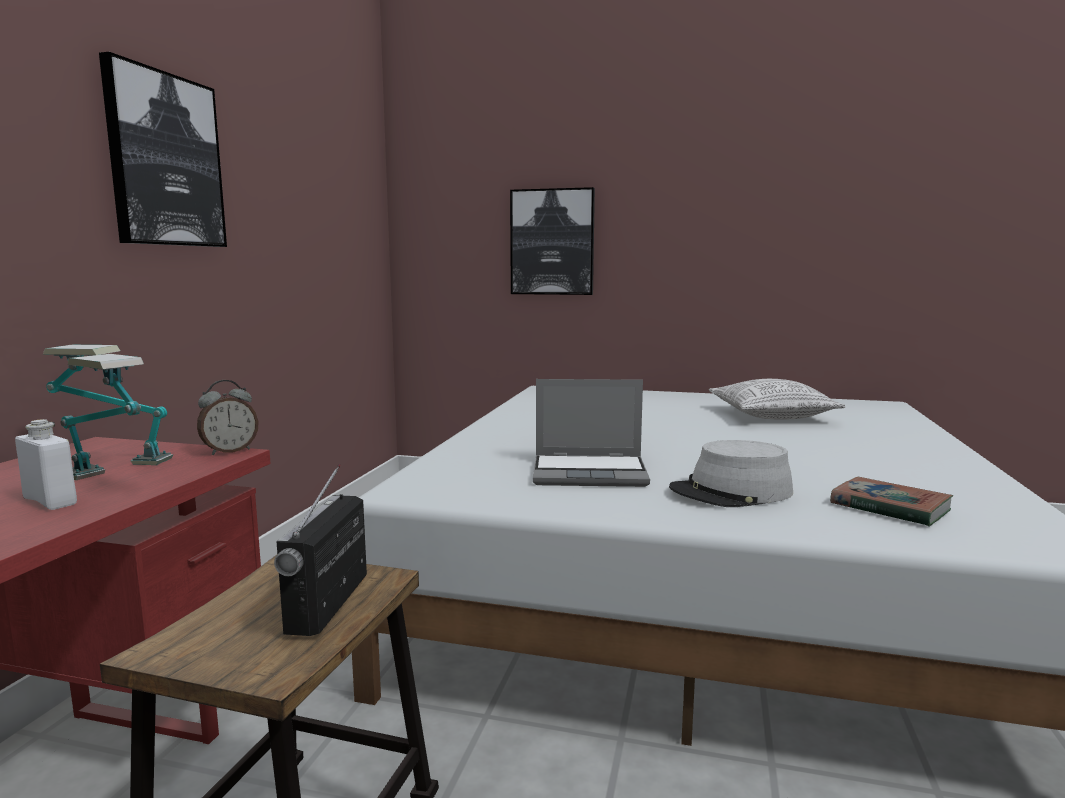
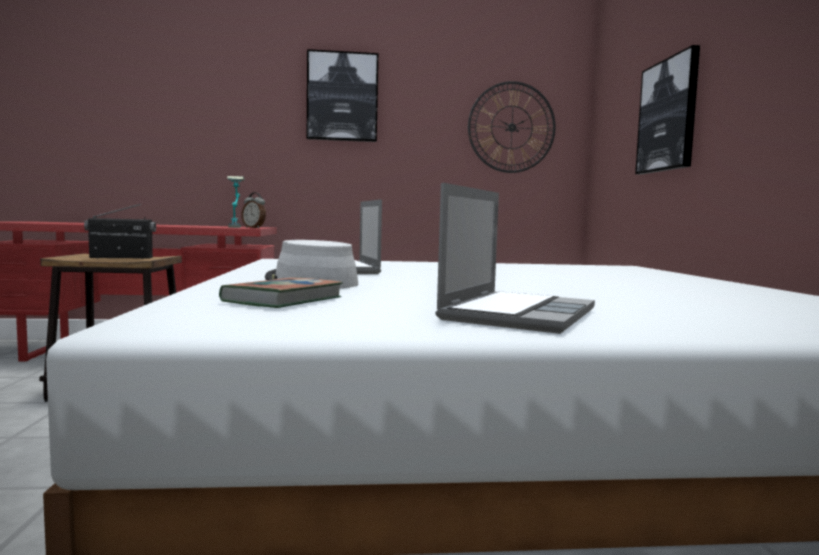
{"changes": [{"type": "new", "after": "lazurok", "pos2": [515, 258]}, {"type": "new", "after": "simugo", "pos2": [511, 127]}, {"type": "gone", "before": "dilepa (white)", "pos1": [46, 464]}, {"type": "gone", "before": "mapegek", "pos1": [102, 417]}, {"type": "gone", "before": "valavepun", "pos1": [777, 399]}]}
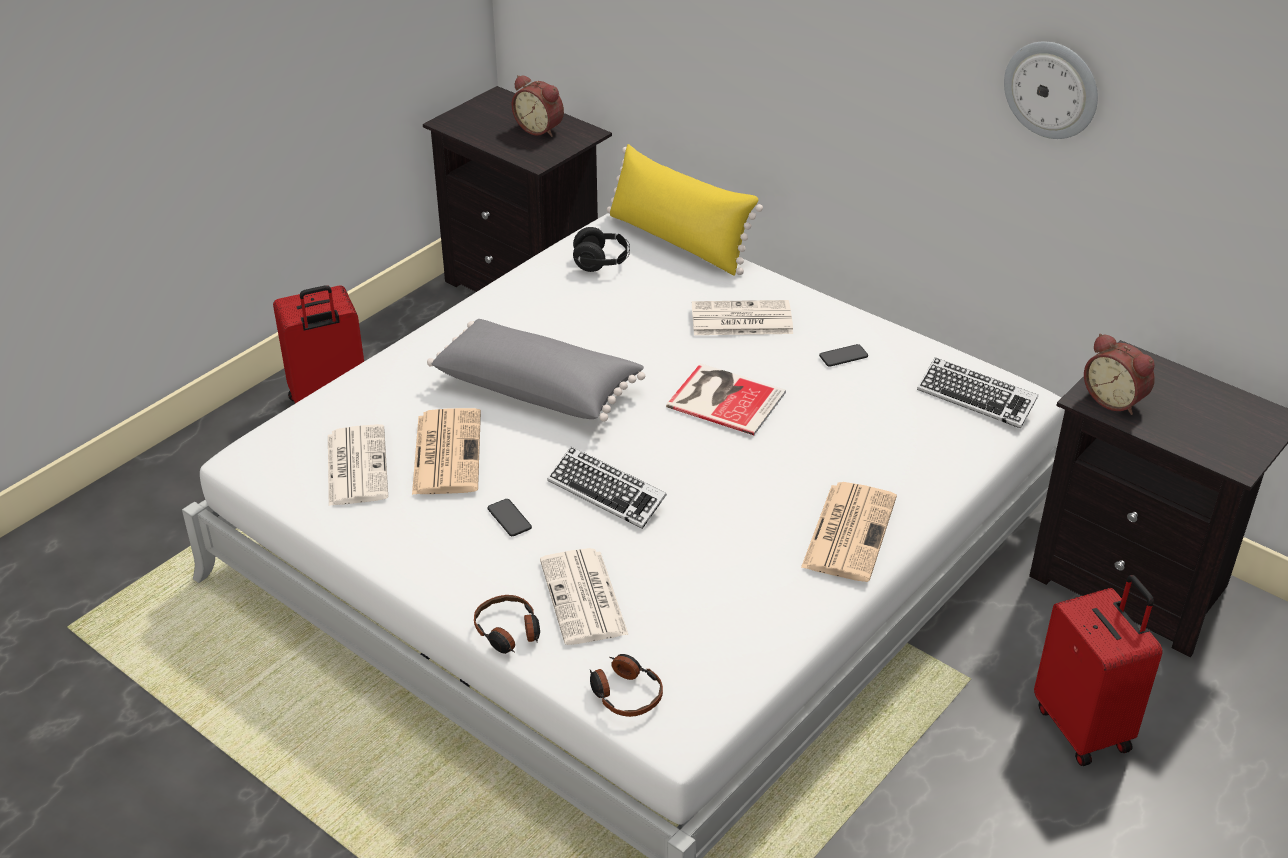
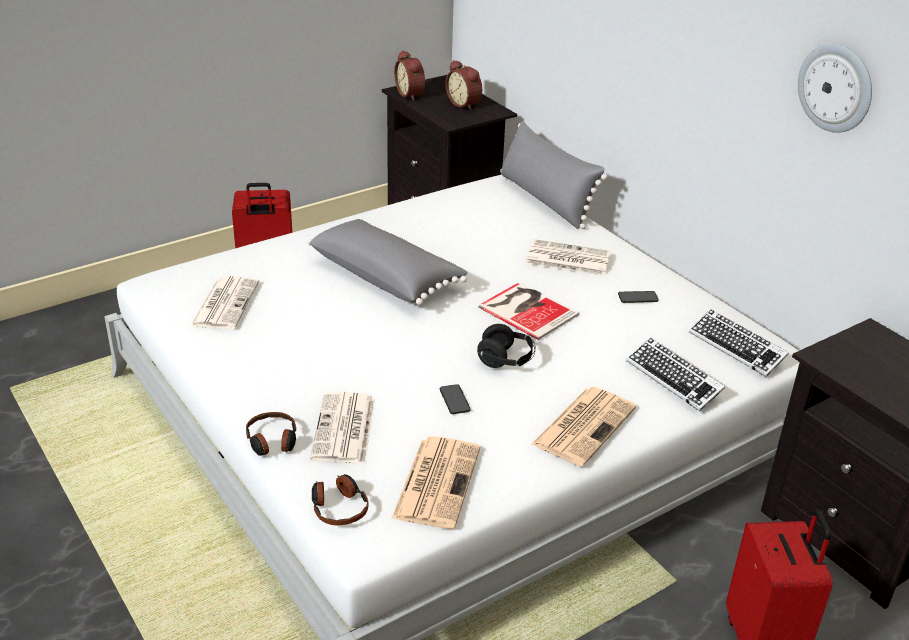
{"changes": [{"type": "shifted", "before": "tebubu", "pos1": [446, 451], "pos2": [435, 482]}, {"type": "shifted", "before": "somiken", "pos1": [1119, 374], "pos2": [409, 75]}, {"type": "shifted", "before": "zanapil", "pos1": [509, 517], "pos2": [455, 399]}, {"type": "shifted", "before": "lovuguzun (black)", "pos1": [601, 249], "pos2": [506, 346]}, {"type": "repainted", "before": "valavepun (yellow)", "after": "valavepun (grey)", "pos1": [685, 210], "pos2": [553, 175]}, {"type": "shifted", "before": "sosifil", "pos1": [607, 487], "pos2": [675, 374]}]}
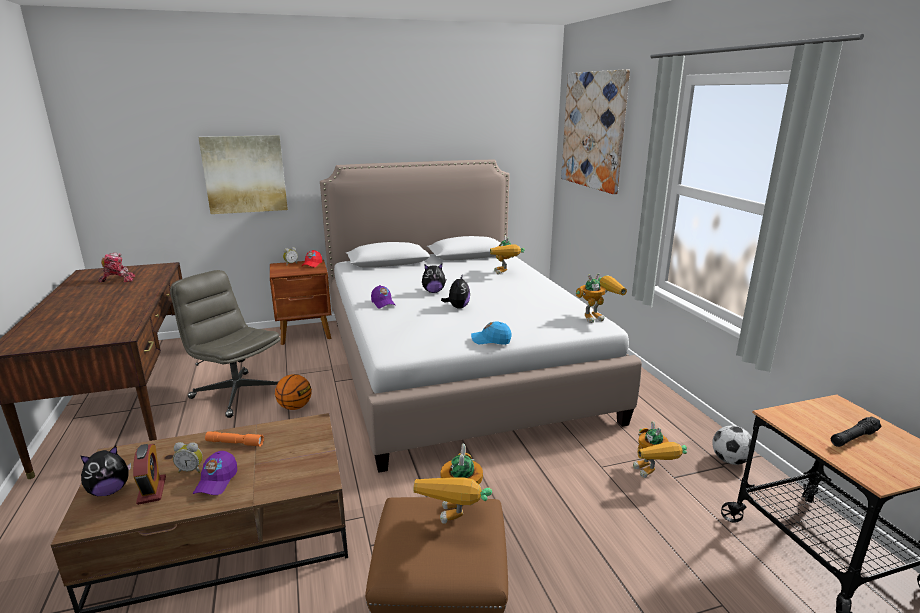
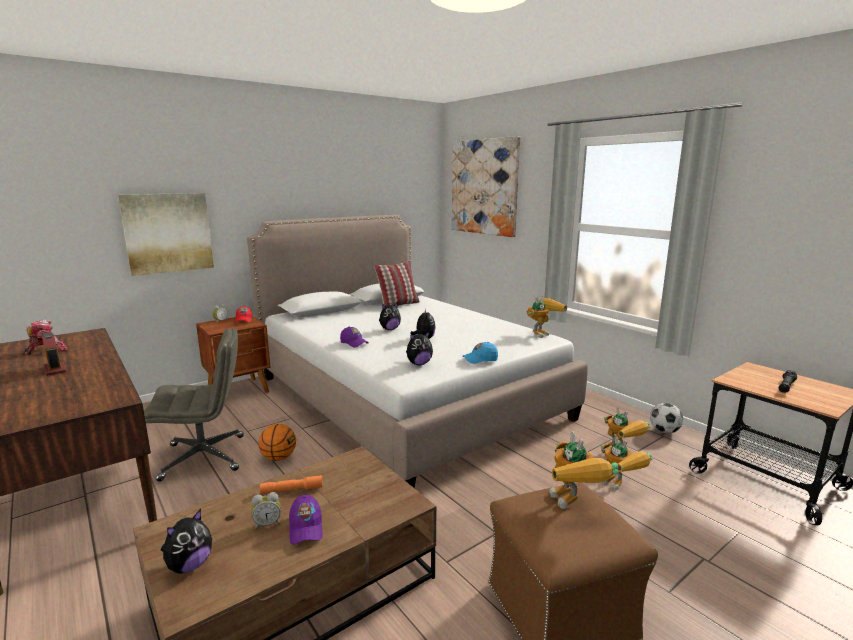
{"changes": [{"type": "shifted", "before": "somiken", "pos1": [149, 474], "pos2": [54, 354]}, {"type": "rotated", "before": "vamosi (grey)", "pos1": [225, 344], "pos2": [194, 405], "turn": 150}, {"type": "new", "after": "valavepun", "pos2": [397, 283]}, {"type": "new", "after": "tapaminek", "pos2": [419, 348]}, {"type": "shifted", "before": "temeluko", "pos1": [507, 255], "pos2": [626, 463]}]}
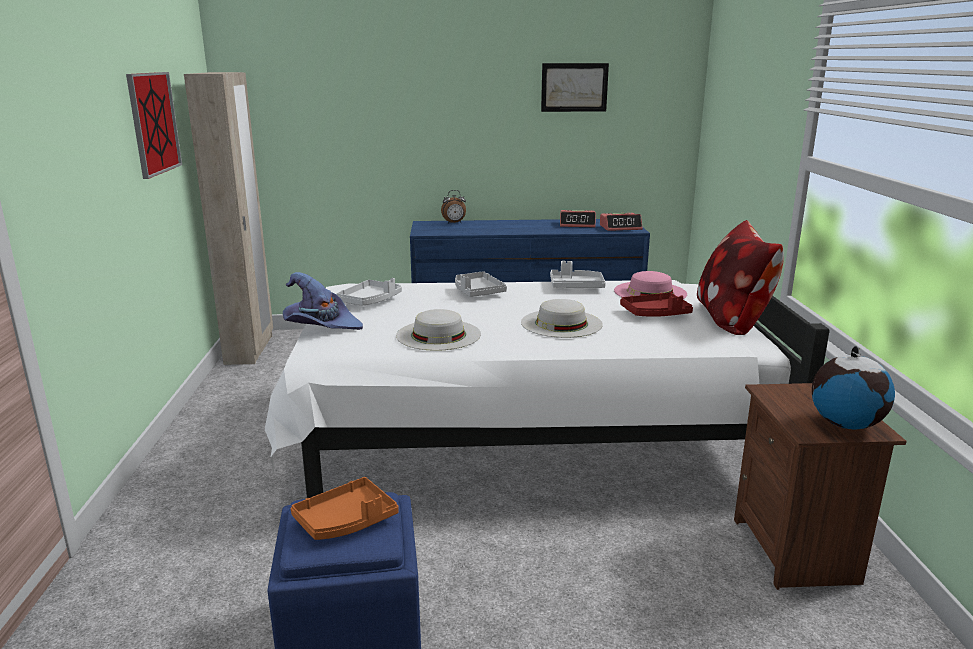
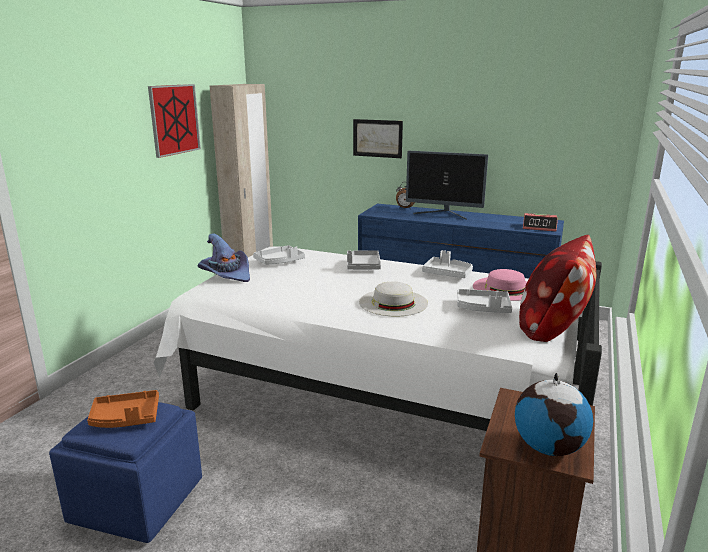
{"changes": [{"type": "shifted", "before": "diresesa", "pos1": [575, 87], "pos2": [378, 138]}, {"type": "new", "after": "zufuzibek", "pos2": [447, 185]}, {"type": "repainted", "before": "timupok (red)", "after": "timupok (white)", "pos1": [656, 305], "pos2": [484, 301]}, {"type": "gone", "before": "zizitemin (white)", "pos1": [438, 330]}, {"type": "gone", "before": "somiken", "pos1": [578, 218]}]}
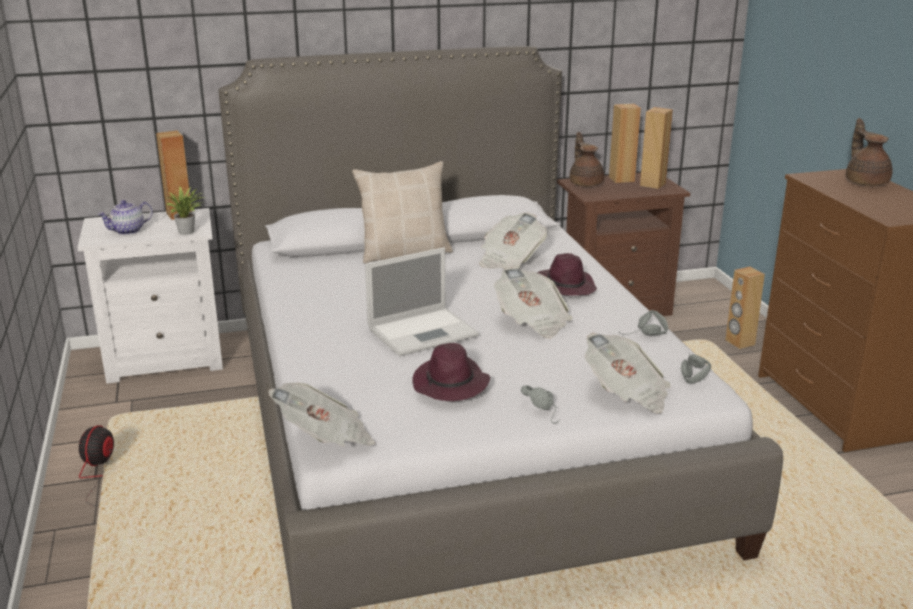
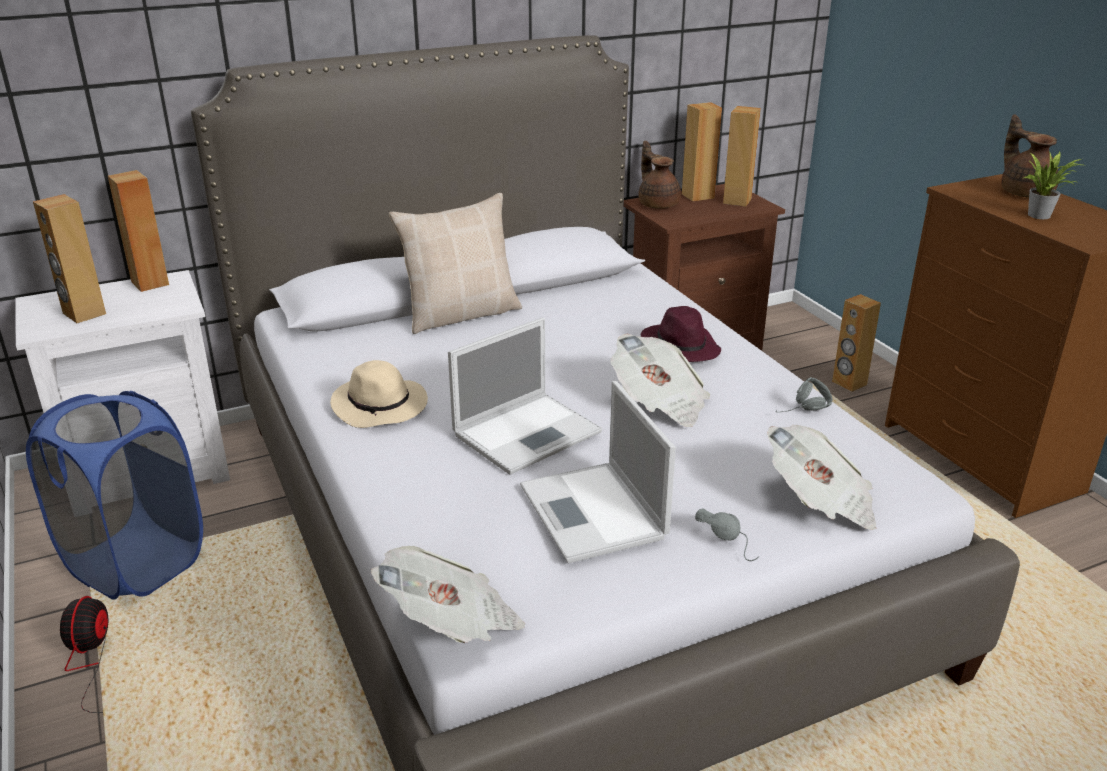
{"changes": [{"type": "new", "after": "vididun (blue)", "pos2": [114, 495]}, {"type": "swapped", "before": "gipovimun", "after": "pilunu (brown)", "pos1": [125, 217], "pos2": [69, 258]}, {"type": "new", "after": "zizitemin (beige)", "pos2": [379, 394]}, {"type": "swapped", "before": "zizitemin (purple)", "after": "lazurok", "pos1": [451, 372], "pos2": [598, 472]}, {"type": "shifted", "before": "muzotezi", "pos1": [185, 210], "pos2": [1053, 185]}, {"type": "gone", "before": "tebubu", "pos1": [513, 241]}, {"type": "gone", "before": "lovuguzun (grey)", "pos1": [696, 368]}]}
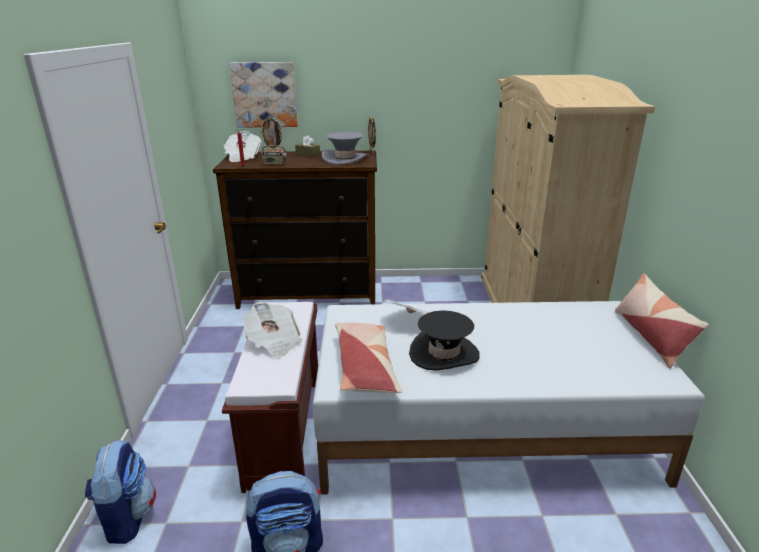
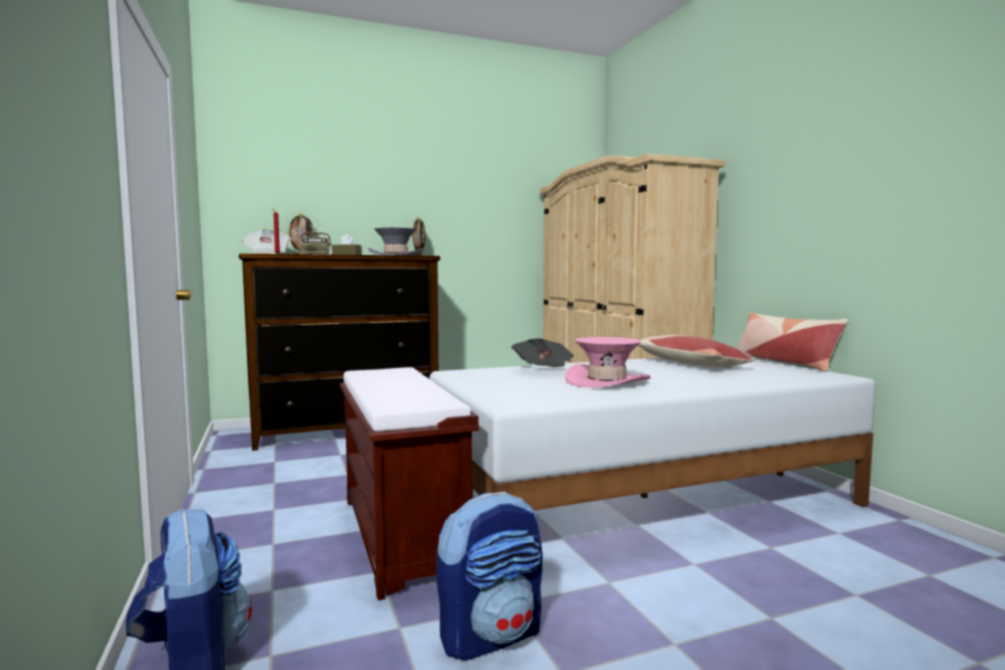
{"changes": [{"type": "repainted", "before": "zizitemin (black)", "after": "zizitemin (pink)", "pos1": [444, 340], "pos2": [608, 362]}, {"type": "shifted", "before": "valavepun", "pos1": [368, 357], "pos2": [696, 351]}, {"type": "gone", "before": "diresesa", "pos1": [263, 95]}, {"type": "gone", "before": "tebubu", "pos1": [272, 330]}]}
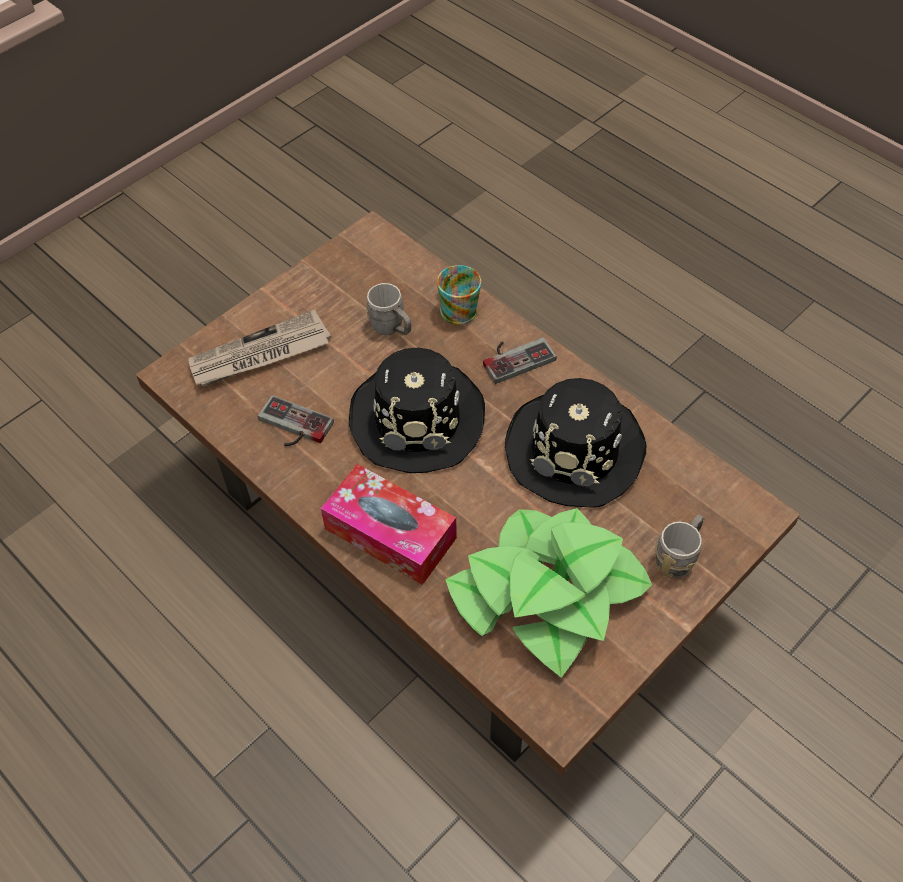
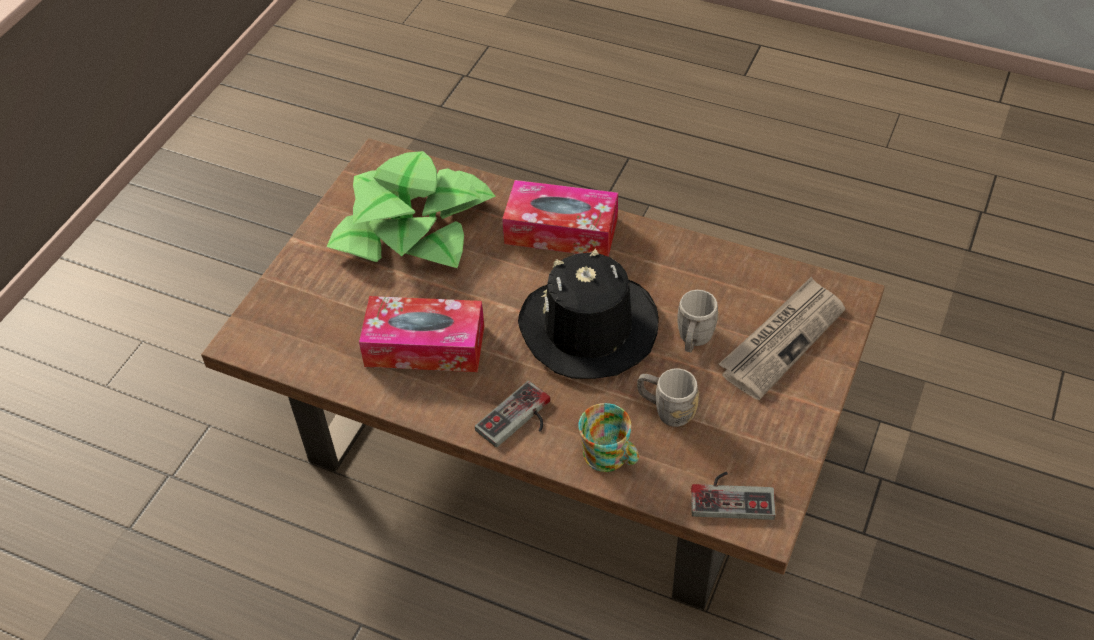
{"changes": [{"type": "swapped", "before": "zizitemin (black)", "after": "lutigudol", "pos1": [575, 443], "pos2": [421, 334]}, {"type": "shifted", "before": "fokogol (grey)", "pos1": [679, 546], "pos2": [698, 321]}, {"type": "shifted", "before": "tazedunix", "pos1": [296, 420], "pos2": [733, 496]}]}
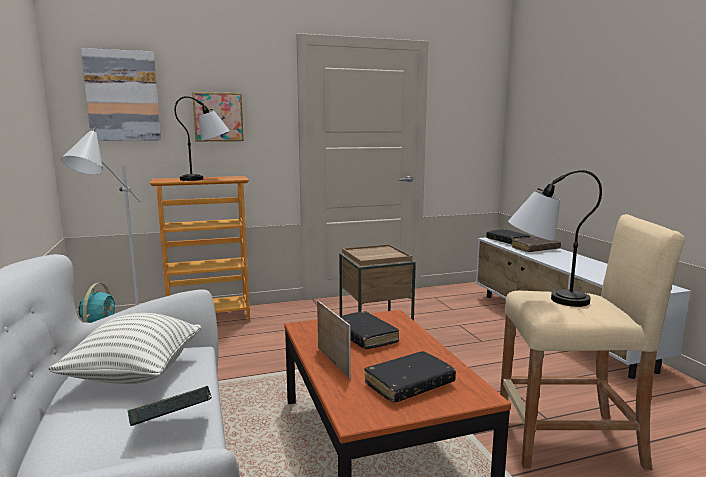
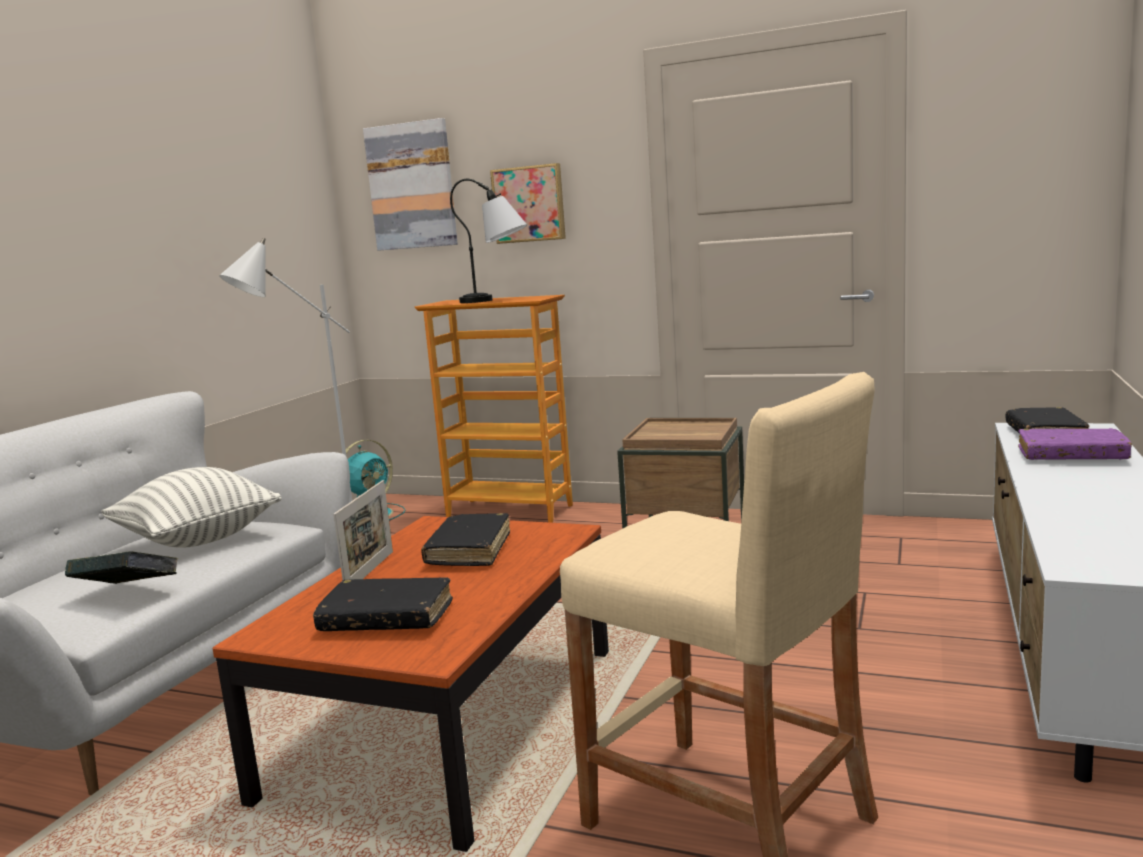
{"changes": [{"type": "repainted", "before": "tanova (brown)", "after": "tanova (purple)", "pos1": [536, 244], "pos2": [1075, 444]}, {"type": "gone", "before": "mapegek", "pos1": [555, 238]}]}
